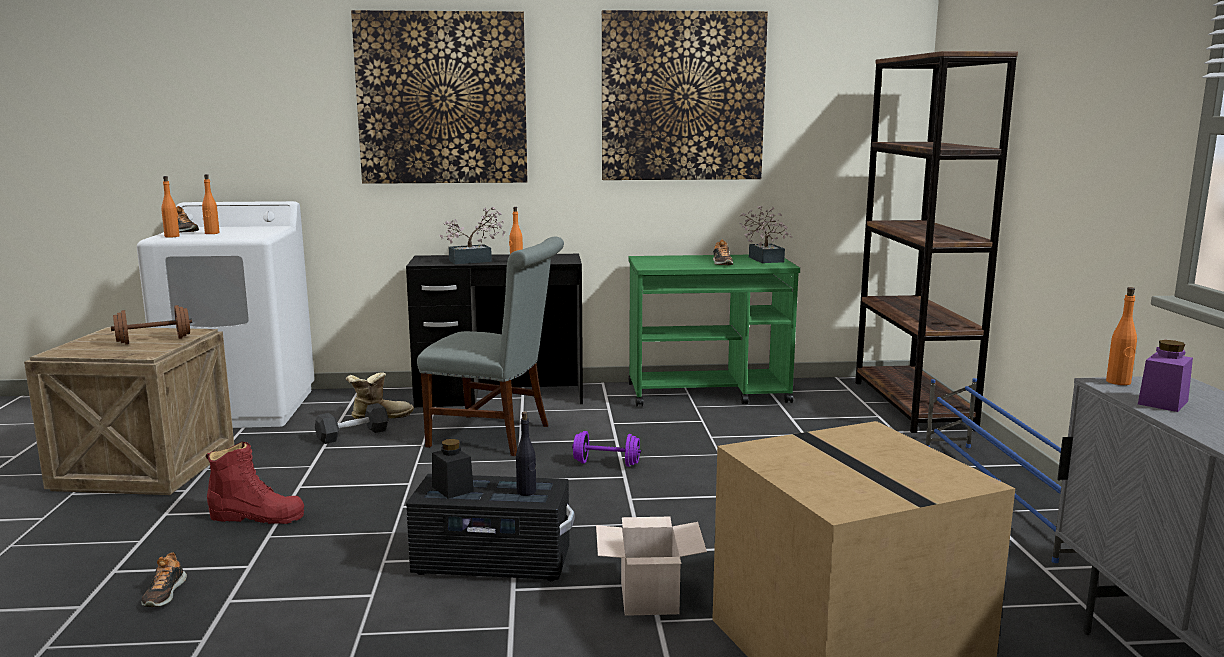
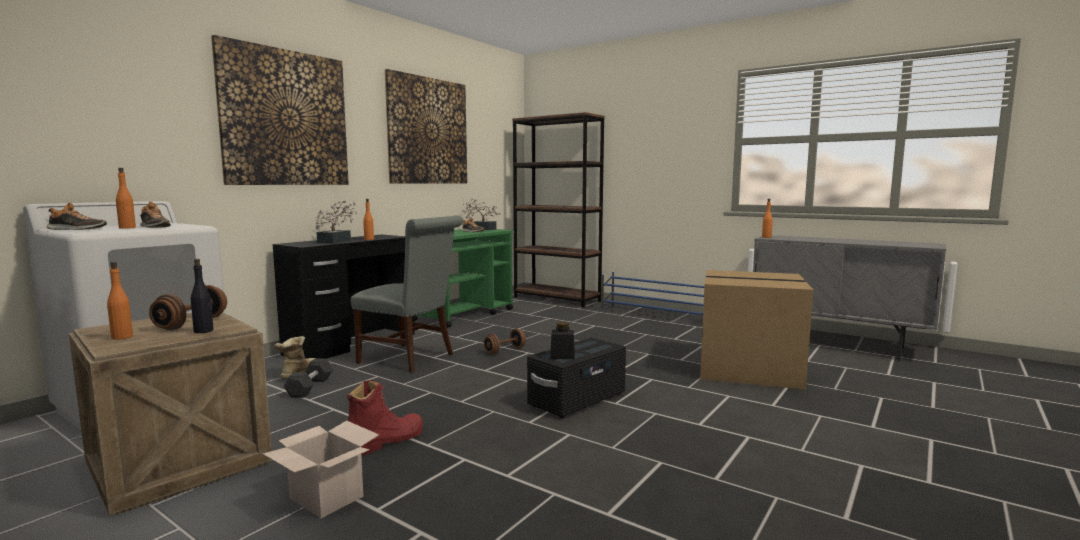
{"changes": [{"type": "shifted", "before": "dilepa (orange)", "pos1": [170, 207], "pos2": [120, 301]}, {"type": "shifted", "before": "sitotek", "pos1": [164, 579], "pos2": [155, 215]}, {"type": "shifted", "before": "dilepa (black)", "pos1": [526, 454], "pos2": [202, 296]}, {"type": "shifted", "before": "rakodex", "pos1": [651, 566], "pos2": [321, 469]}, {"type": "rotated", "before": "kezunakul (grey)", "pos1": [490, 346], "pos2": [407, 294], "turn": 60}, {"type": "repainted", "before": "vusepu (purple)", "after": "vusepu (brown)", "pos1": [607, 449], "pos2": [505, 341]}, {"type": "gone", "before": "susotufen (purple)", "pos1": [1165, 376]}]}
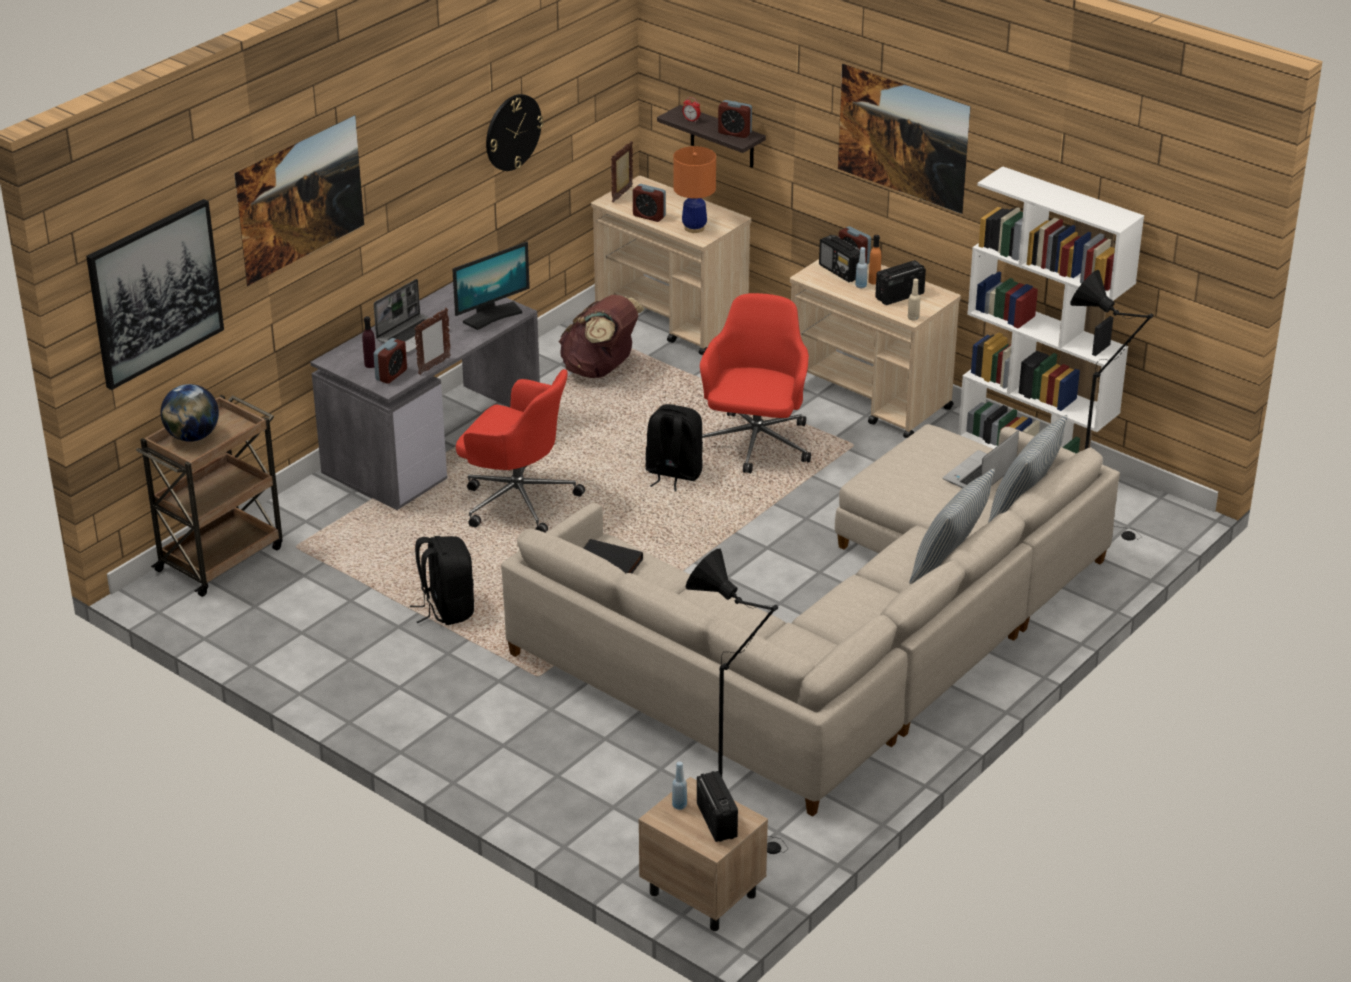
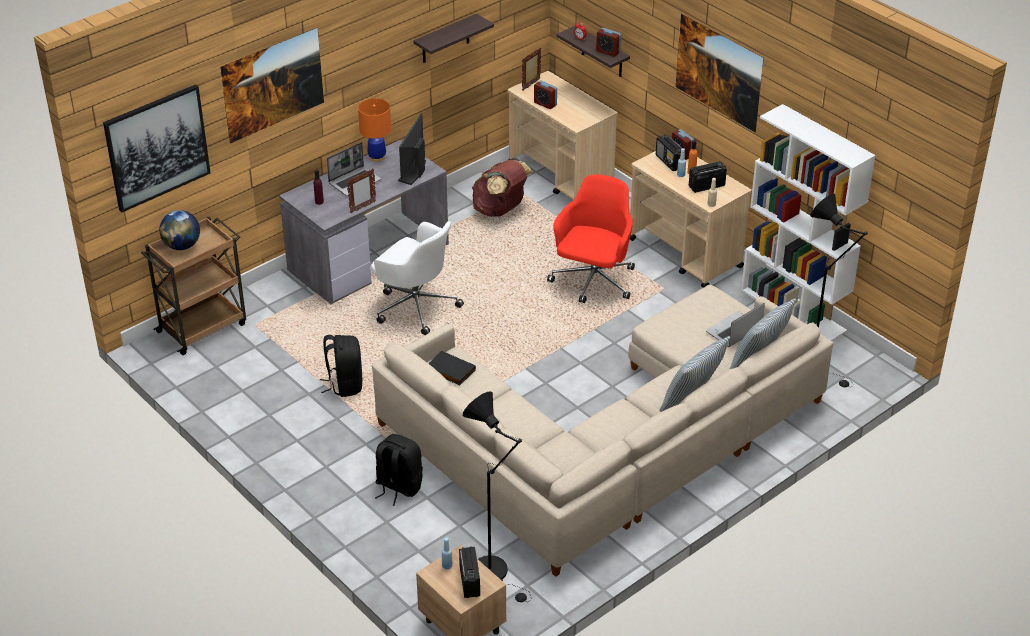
{"changes": [{"type": "shifted", "before": "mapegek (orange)", "pos1": [694, 189], "pos2": [374, 130]}, {"type": "repainted", "before": "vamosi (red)", "after": "vamosi (white)", "pos1": [520, 451], "pos2": [417, 278]}, {"type": "shifted", "before": "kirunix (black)", "pos1": [674, 447], "pos2": [399, 470]}, {"type": "rotated", "before": "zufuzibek", "pos1": [491, 286], "pos2": [412, 149], "turn": 135}, {"type": "swapped", "before": "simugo", "after": "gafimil", "pos1": [514, 132], "pos2": [453, 38]}, {"type": "gone", "before": "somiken", "pos1": [390, 361]}]}
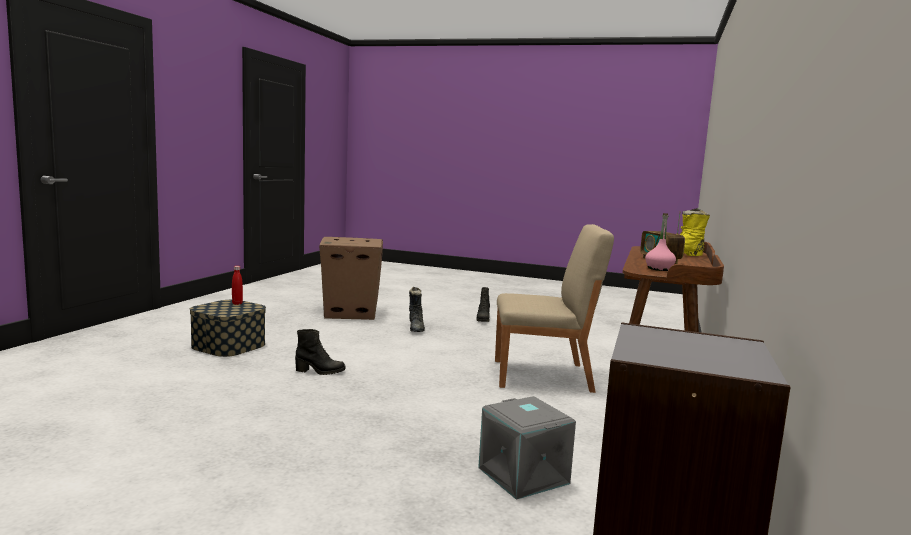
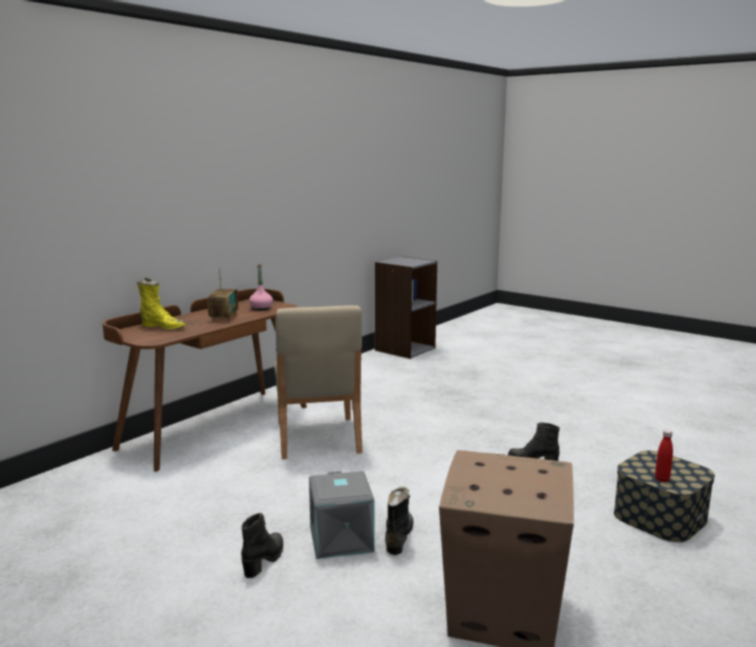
{"changes": [{"type": "rotated", "before": "kezunakul (beige)", "pos1": [554, 308], "pos2": [318, 382], "turn": -120}, {"type": "shifted", "before": "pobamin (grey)", "pos1": [527, 448], "pos2": [342, 515]}]}
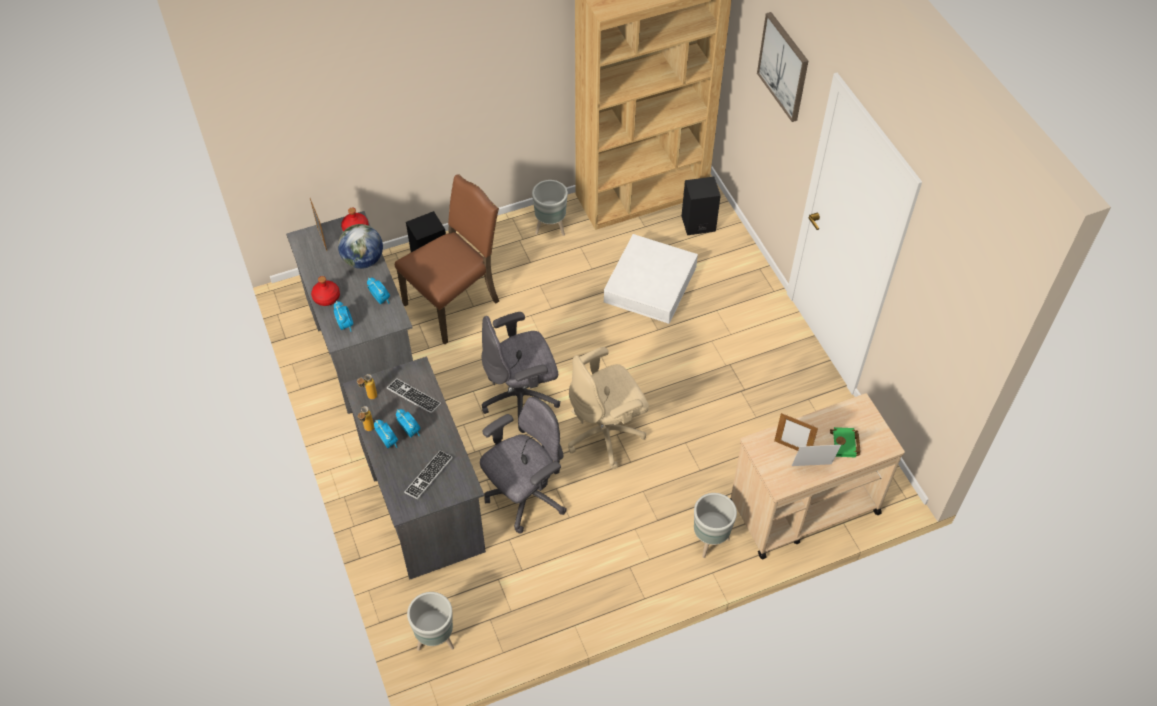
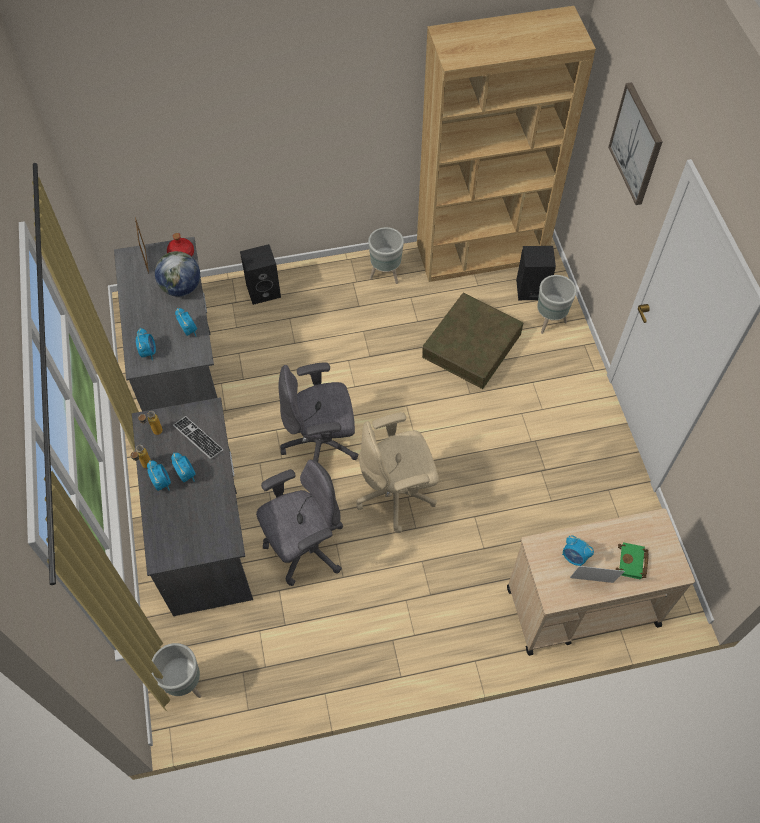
{"changes": [{"type": "repainted", "before": "pobamin (white)", "after": "pobamin (brown)", "pos1": [651, 279], "pos2": [473, 341]}, {"type": "shifted", "before": "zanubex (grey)", "pos1": [715, 525], "pos2": [556, 304]}, {"type": "swapped", "before": "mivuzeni", "after": "somiken", "pos1": [796, 432], "pos2": [578, 551]}, {"type": "gone", "before": "dilepa (red)", "pos1": [325, 291]}, {"type": "gone", "before": "kezunakul (brown)", "pos1": [447, 259]}, {"type": "gone", "before": "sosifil", "pos1": [428, 475]}]}
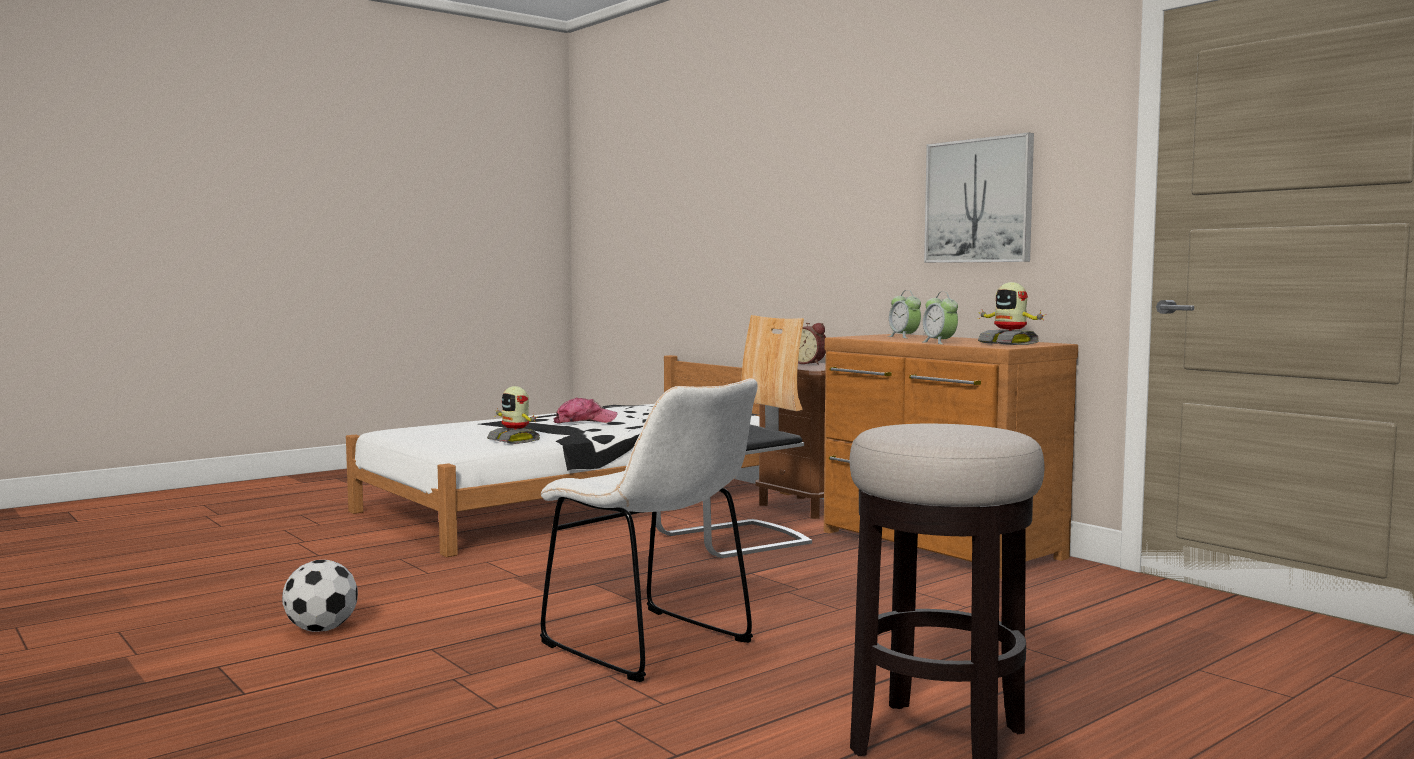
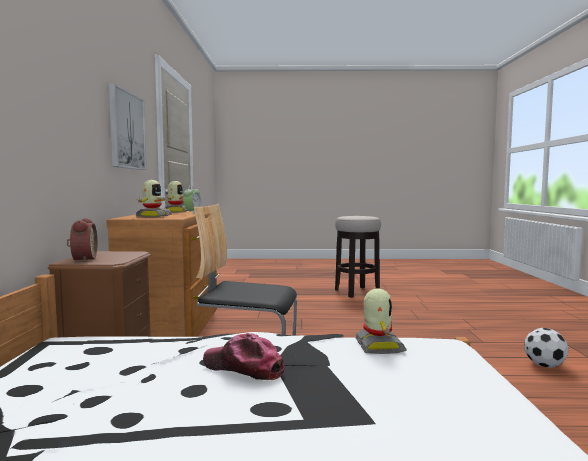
{"changes": [{"type": "swapped", "before": "somiken", "after": "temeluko", "pos1": [904, 314], "pos2": [154, 198]}, {"type": "gone", "before": "kezunakul (white)", "pos1": [649, 530]}]}
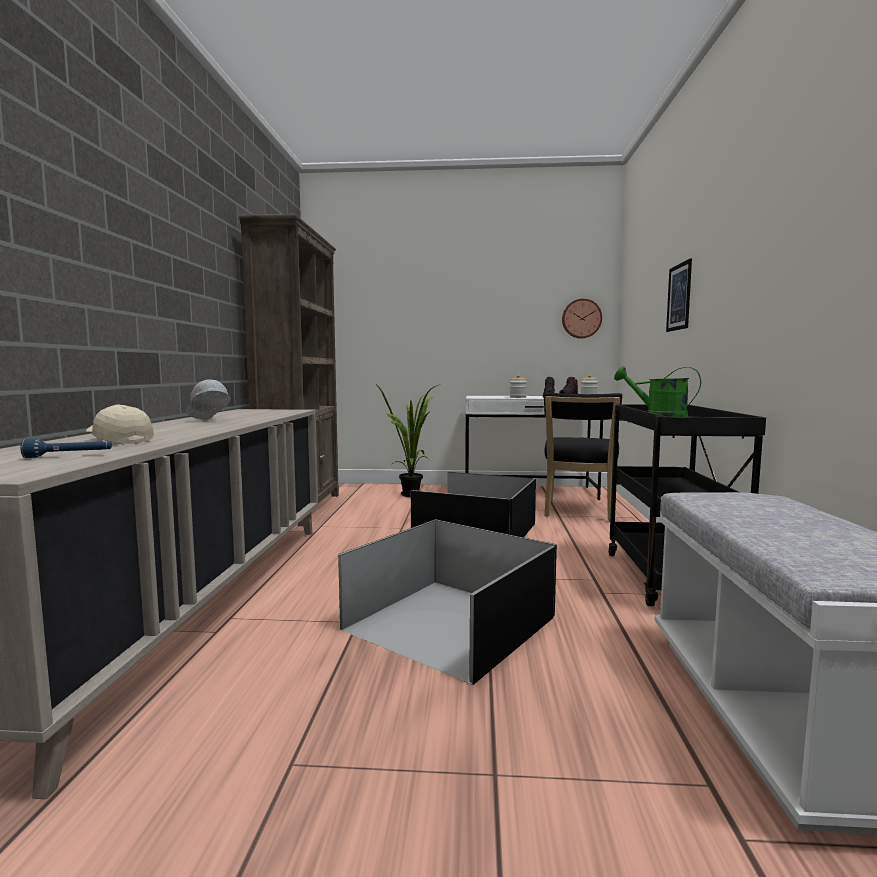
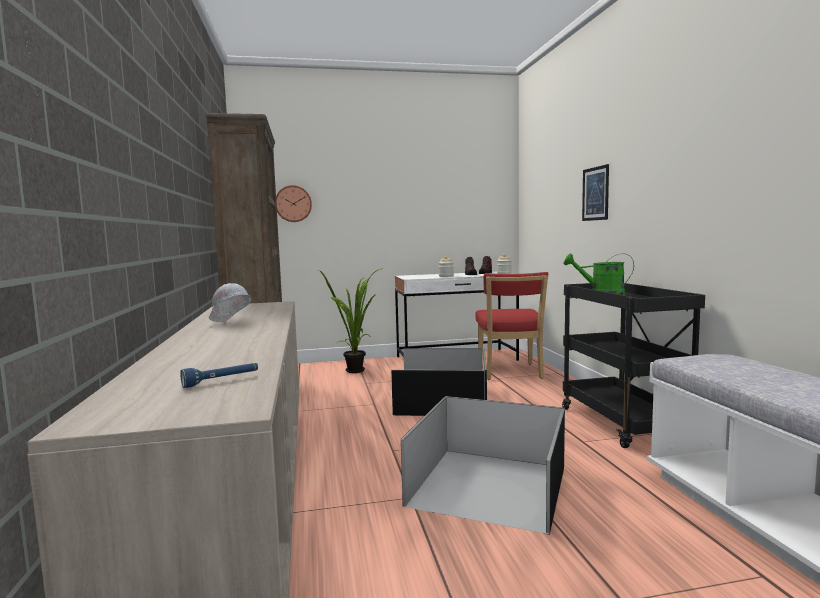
{"changes": [{"type": "shifted", "before": "simugo", "pos1": [582, 318], "pos2": [294, 203]}, {"type": "repainted", "before": "kezunakul (black)", "after": "kezunakul (red)", "pos1": [583, 456], "pos2": [511, 326]}, {"type": "gone", "before": "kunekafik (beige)", "pos1": [120, 424]}]}
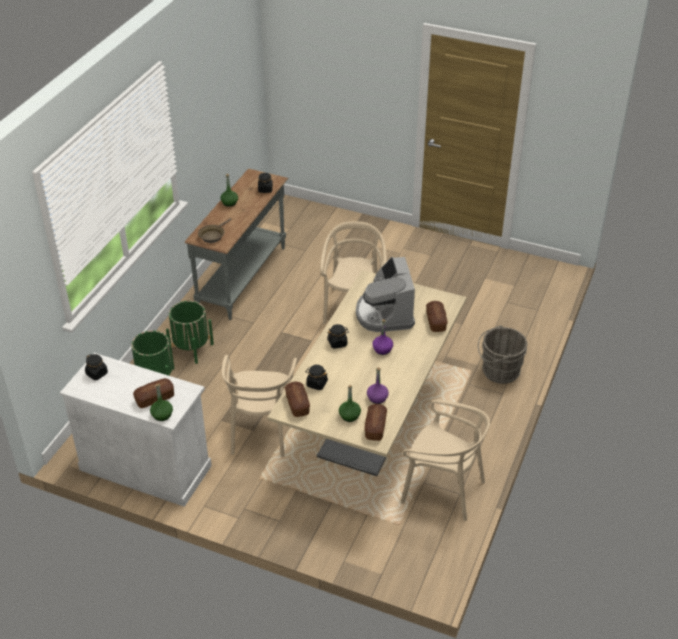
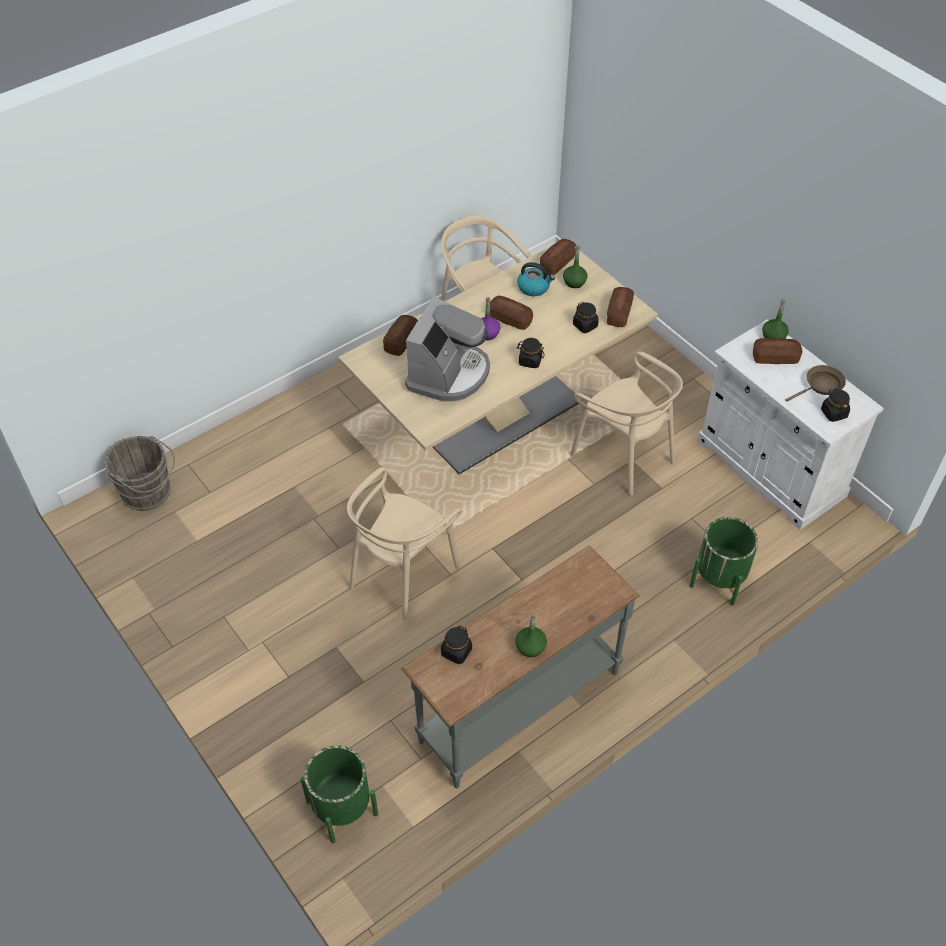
{"changes": [{"type": "shifted", "before": "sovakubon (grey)", "pos1": [502, 354], "pos2": [140, 473]}, {"type": "shifted", "before": "zanubex (green)", "pos1": [190, 332], "pos2": [339, 794]}, {"type": "new", "after": "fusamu", "pos2": [511, 313]}, {"type": "swapped", "before": "dilepa (purple)", "after": "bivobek", "pos1": [378, 385], "pos2": [536, 279]}, {"type": "rotated", "before": "kezunakul (beige)", "pos1": [259, 406], "pos2": [626, 423], "turn": 105}, {"type": "shifted", "before": "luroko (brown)", "pos1": [214, 230], "pos2": [816, 383]}]}
